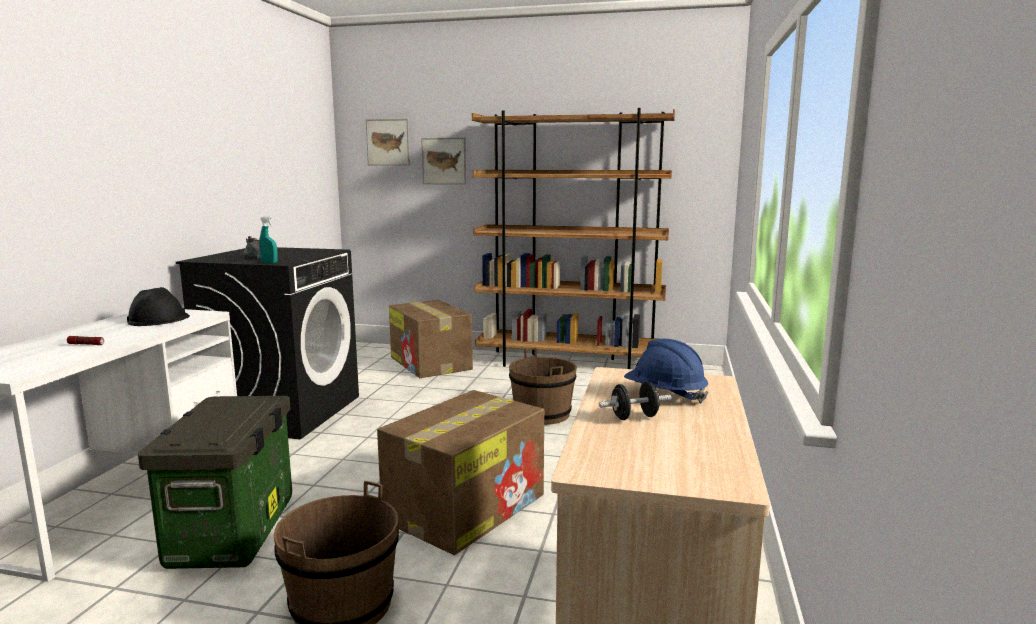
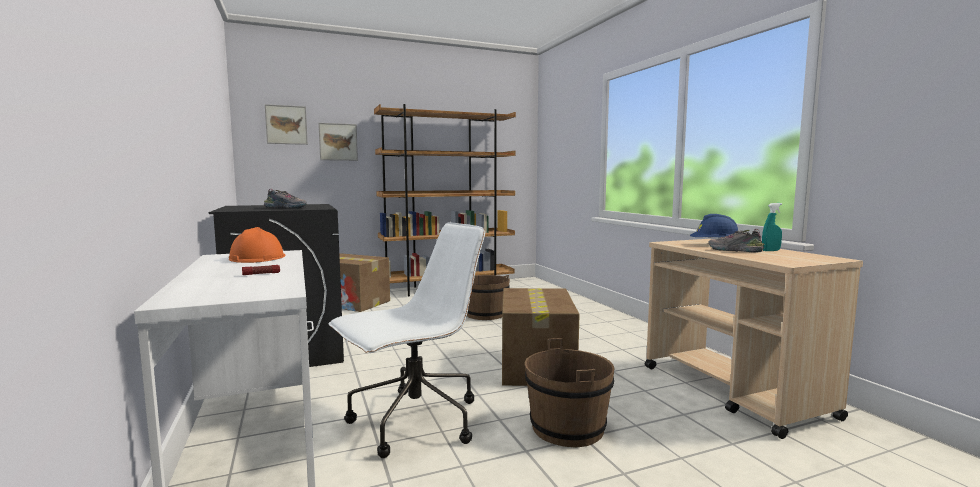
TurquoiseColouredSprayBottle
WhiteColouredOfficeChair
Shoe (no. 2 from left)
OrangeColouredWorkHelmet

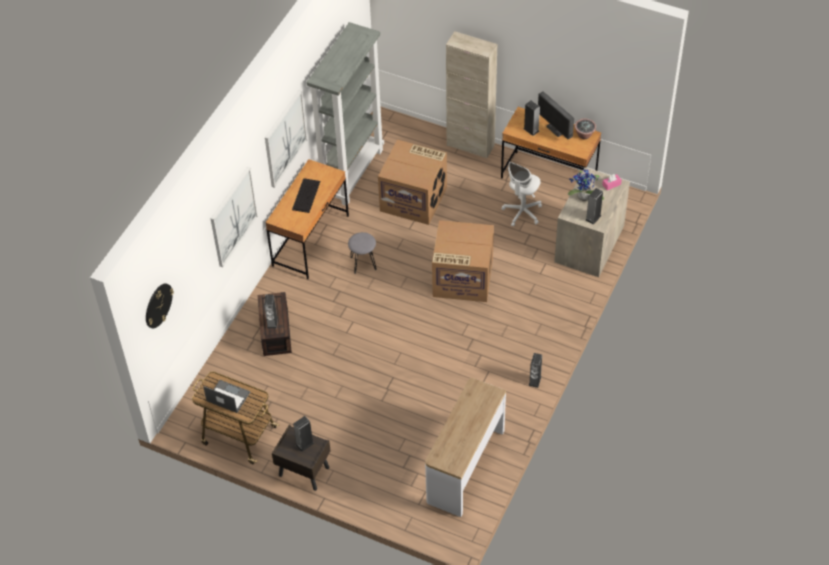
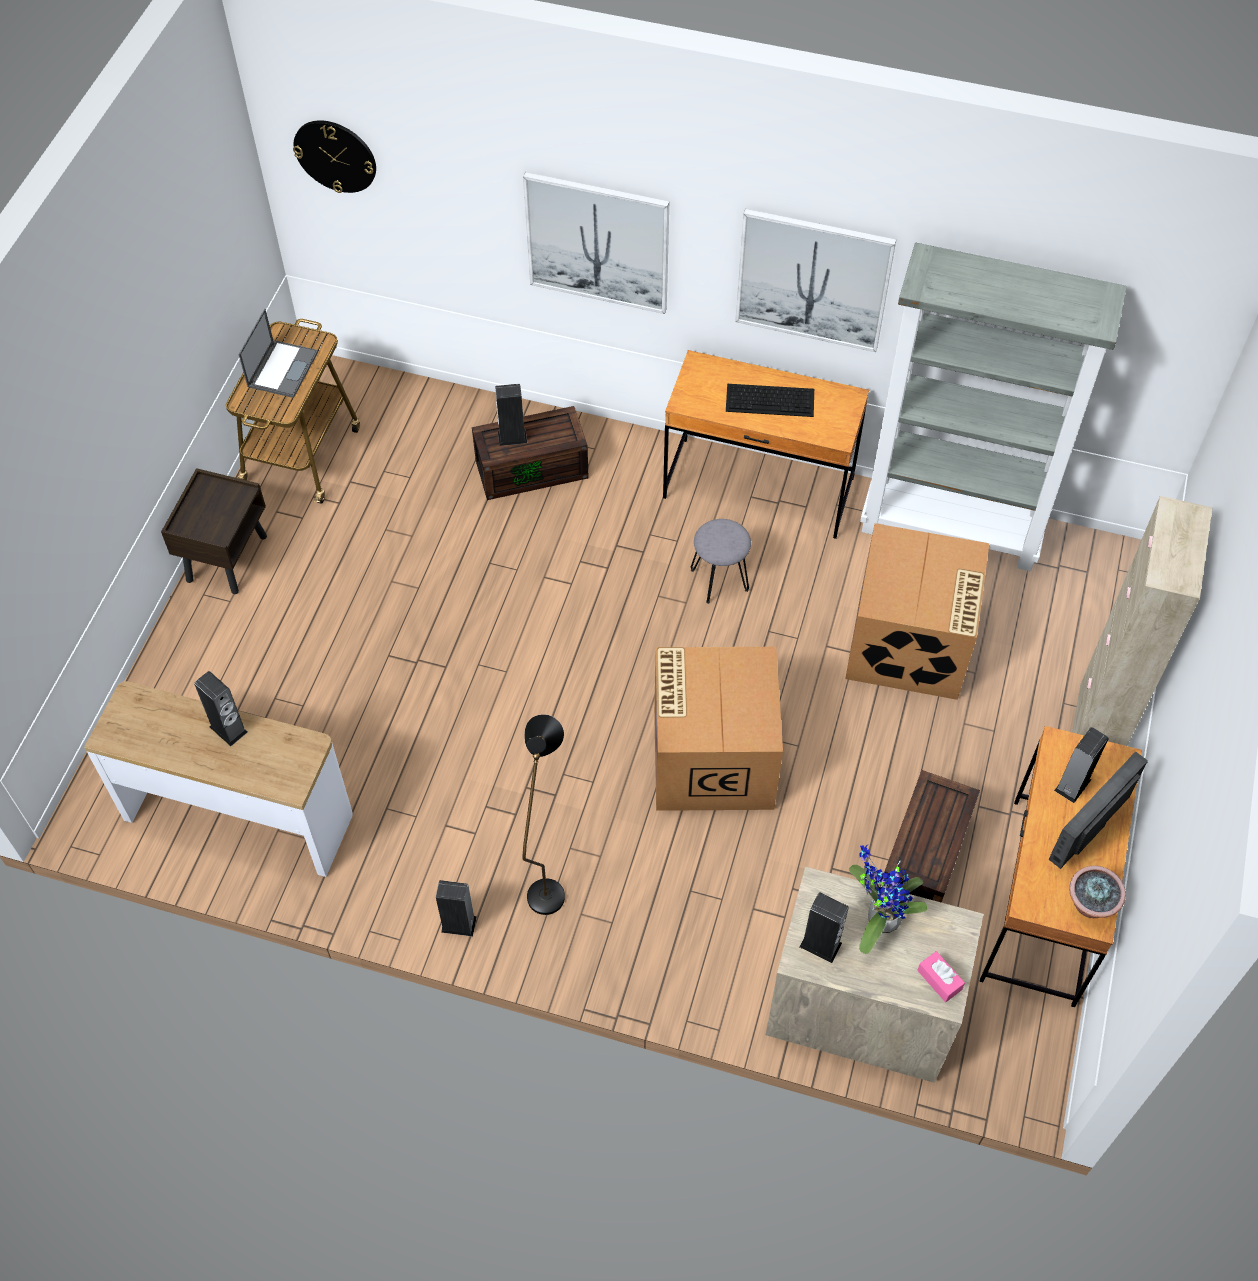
BlackColouredFloorLamp
Speaker (no. 1 from left)
BrownColouredStorageContainer (no. 2 from left)

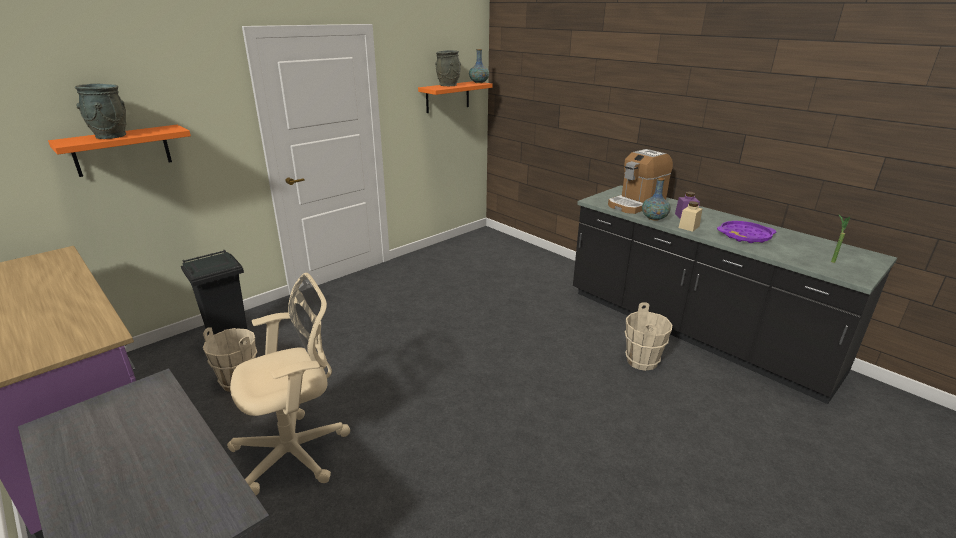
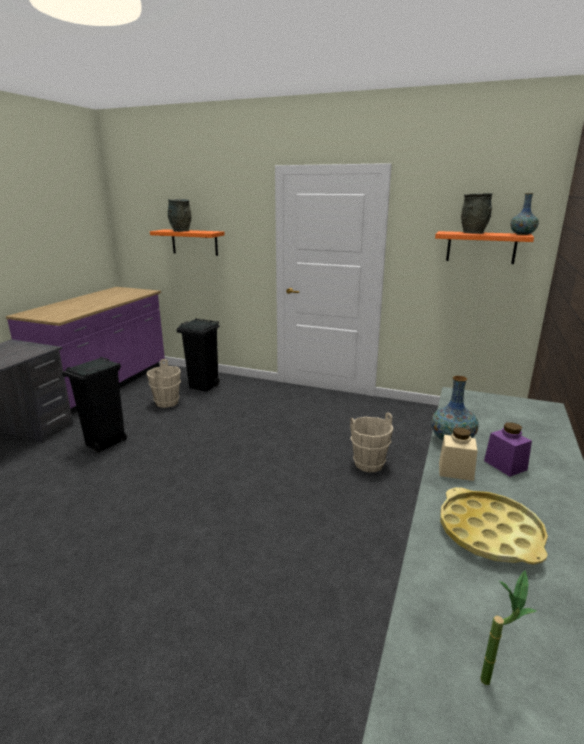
CoffeeMachine
SandColouredBucket (no. 2 from left)
BlackColouredTrashCan (no. 1 from left)
YellowishCarryingTray

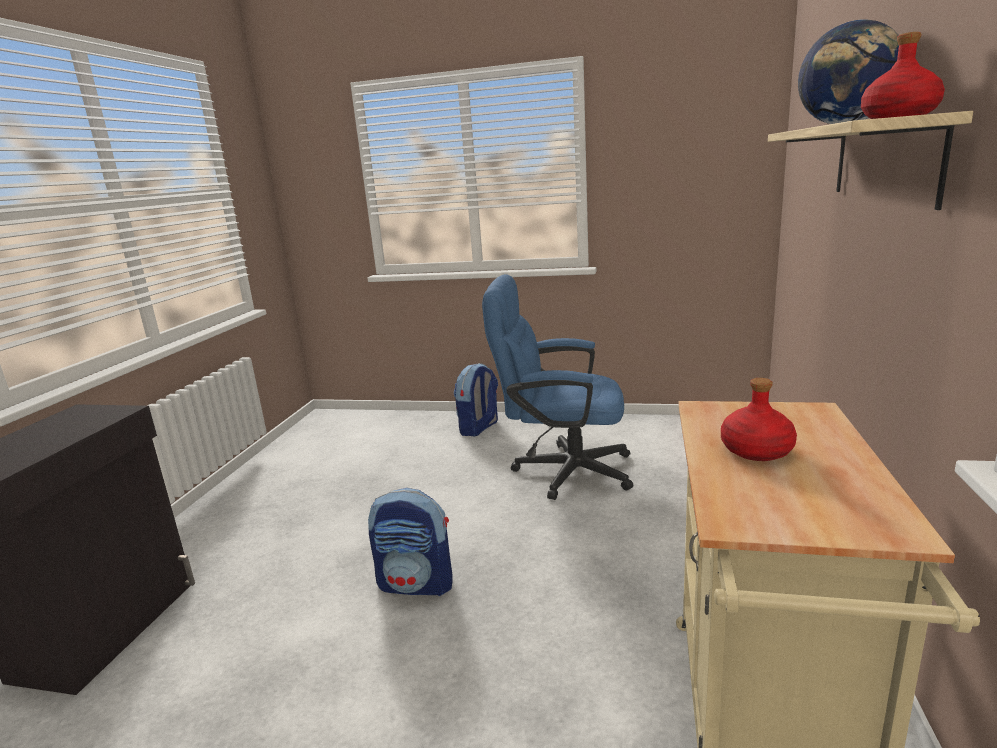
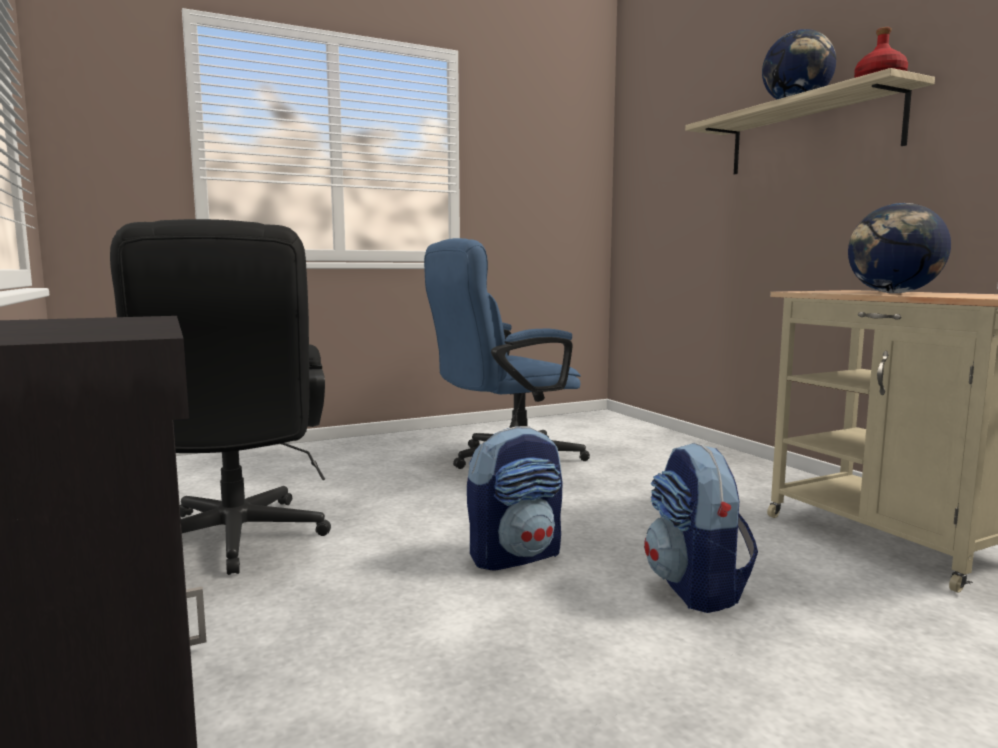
BlackColouredOfficeChair
Rucksack (no. 2 from left)
DeskGlobe (no. 2 from left)

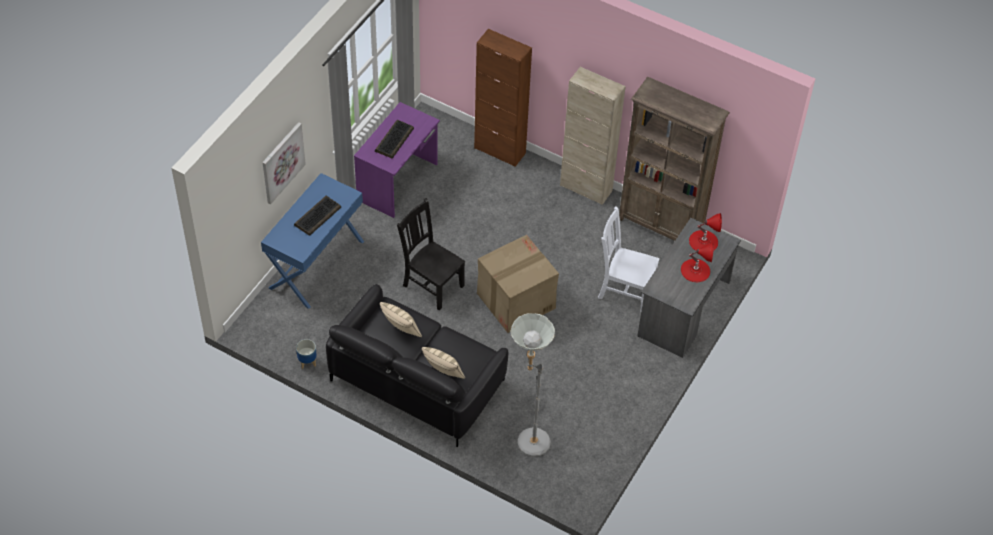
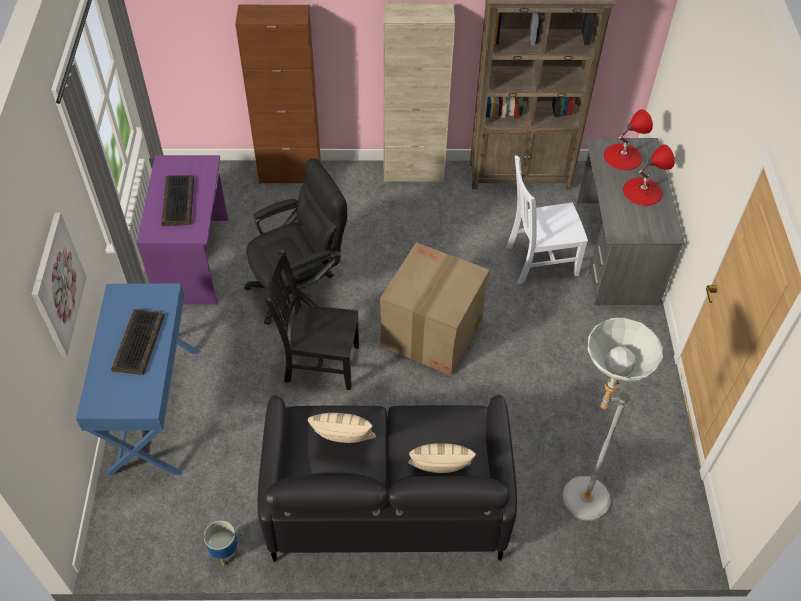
BlackColouredOfficeChair

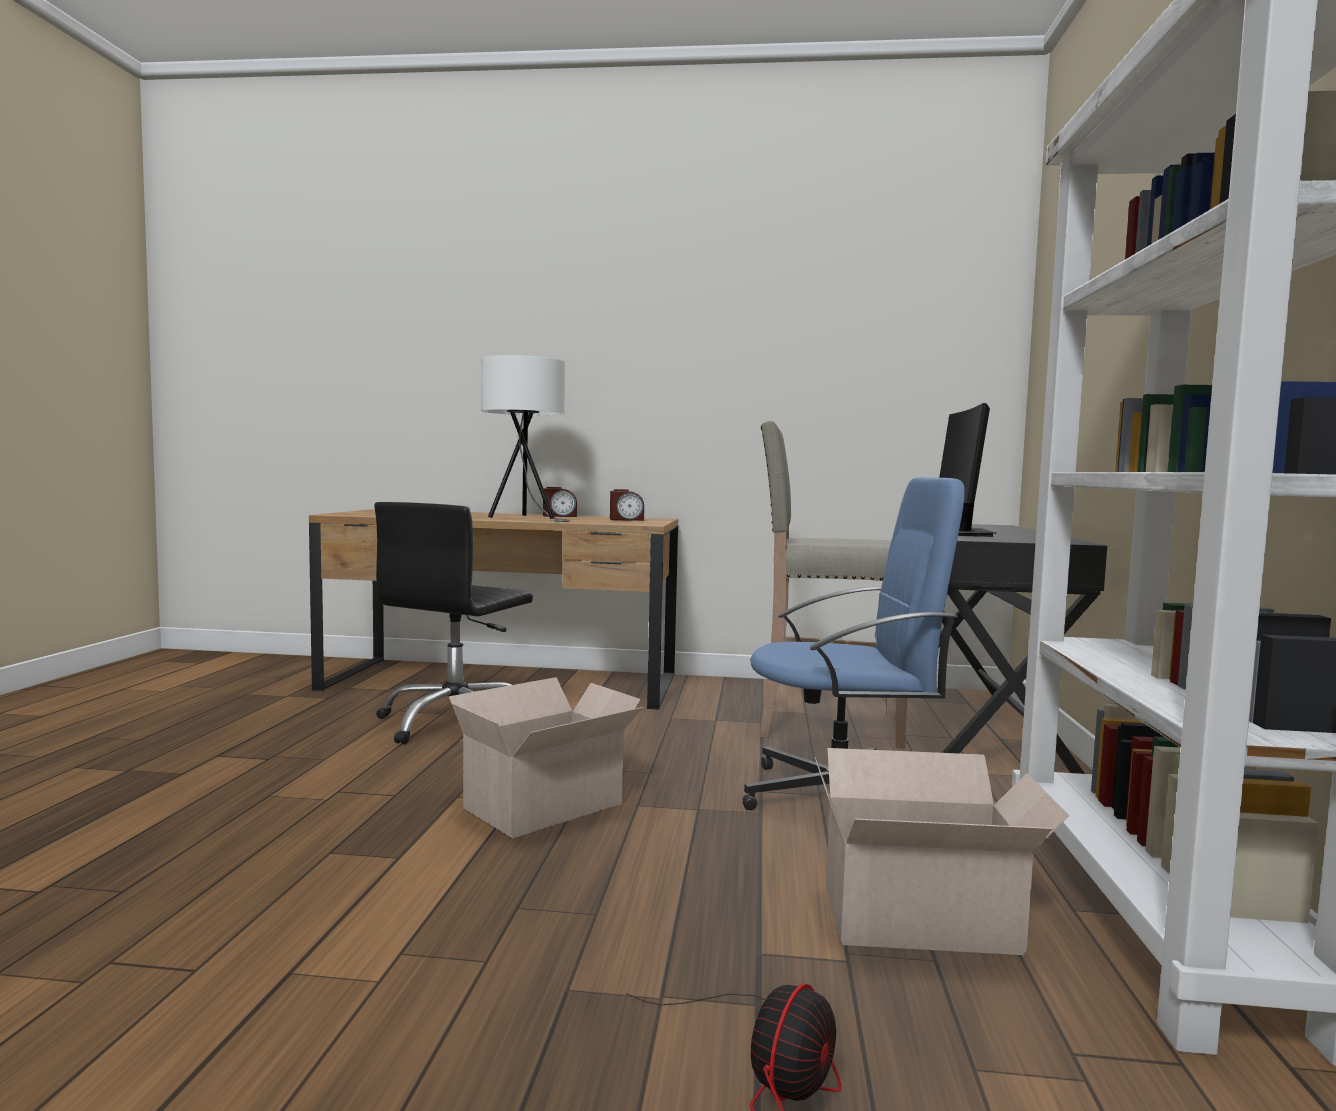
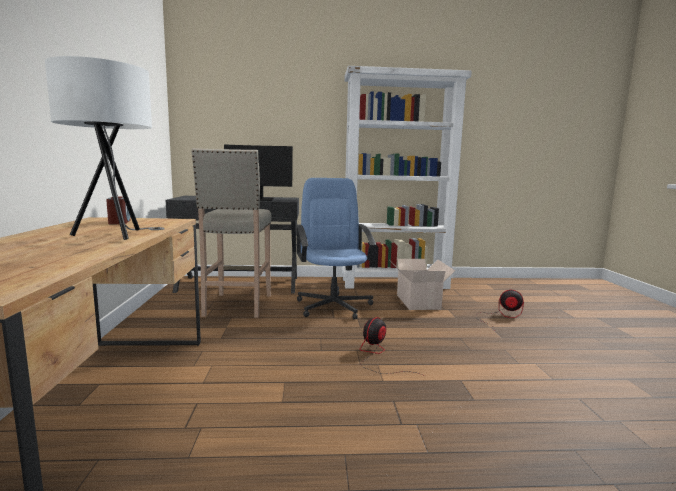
BlackColouredOfficeChair
TableClock (no. 1 from left in the first image)
Fan (no. 1 from left)

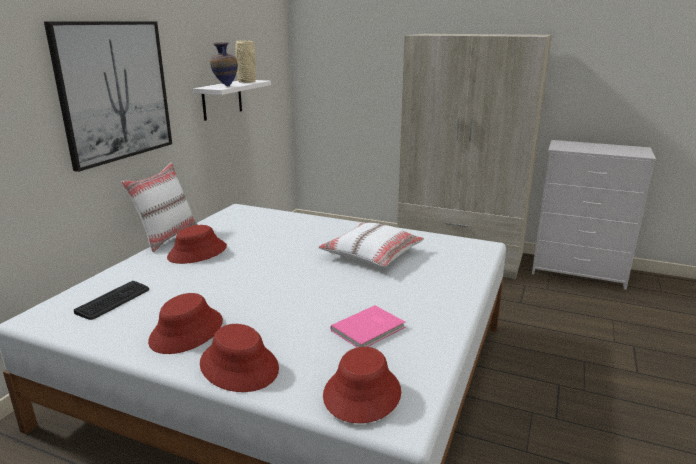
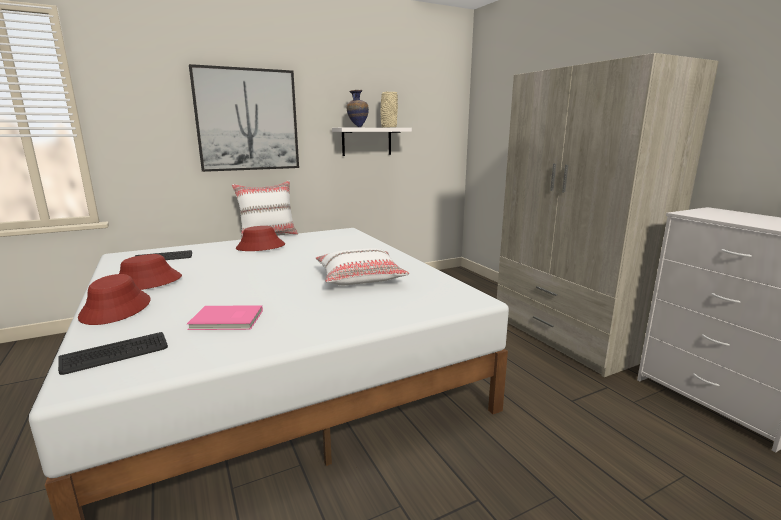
Keyboard (no. 1 from left)

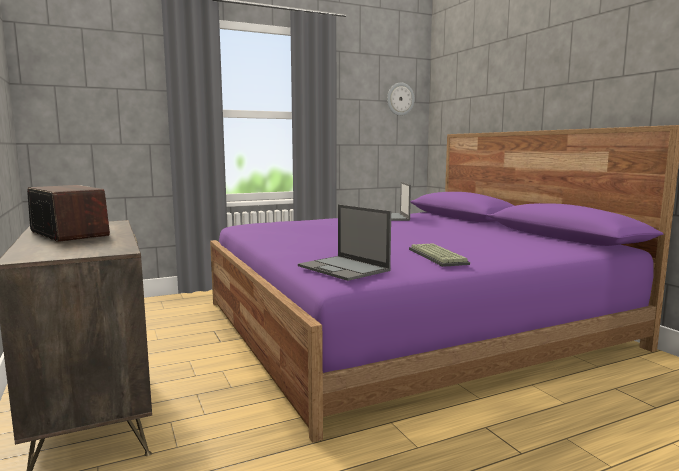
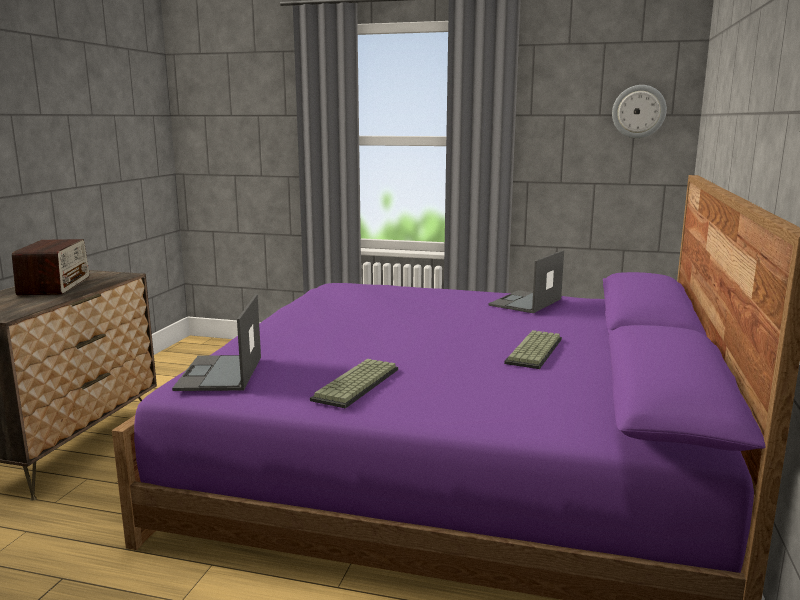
Keyboard (no. 2 from left)

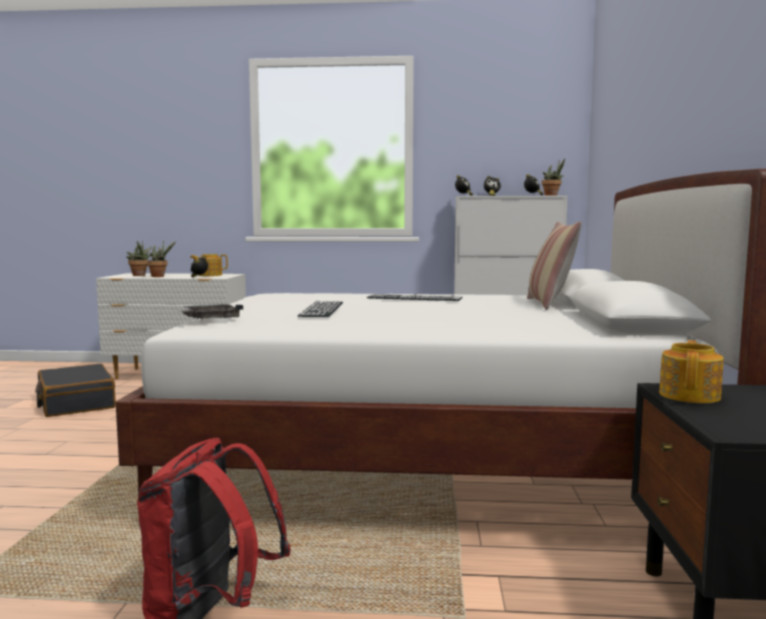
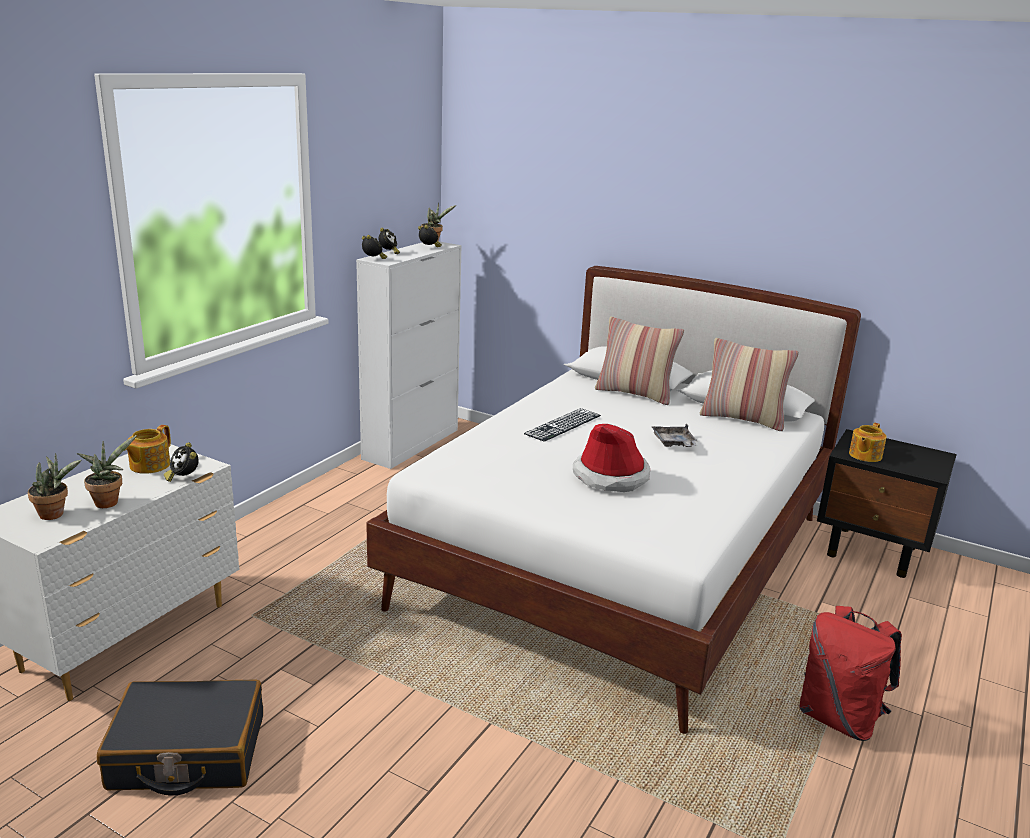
Pillow (no. 2 from left)
GreyCarryingTray
Hat
Teapot (no. 2 from left)

